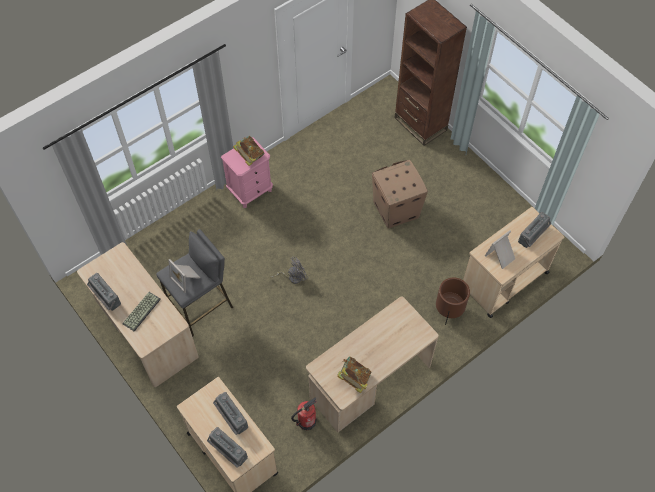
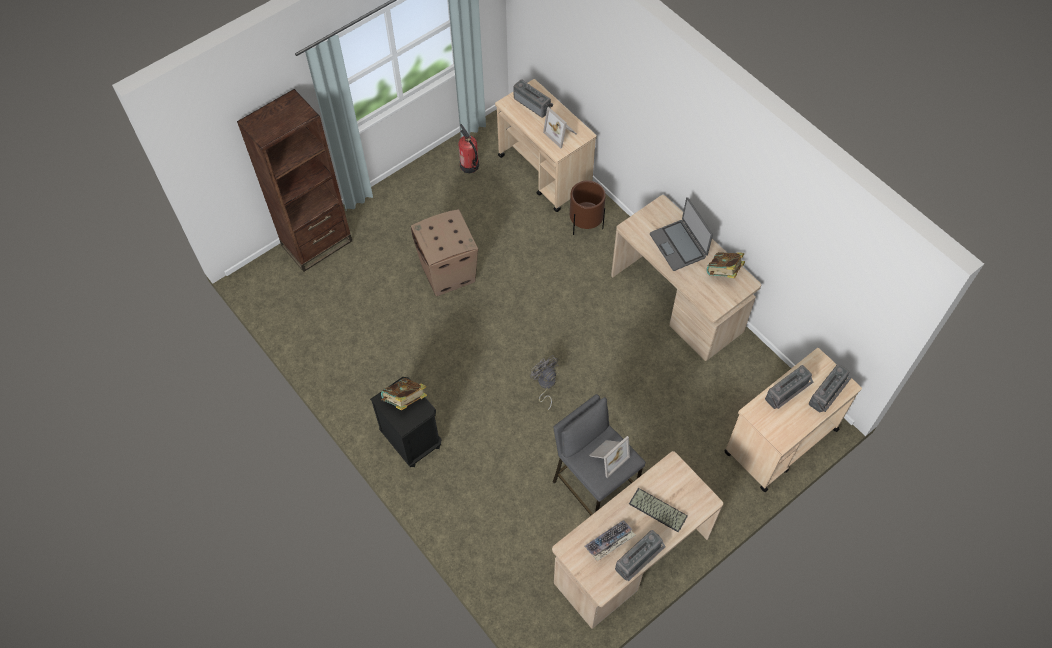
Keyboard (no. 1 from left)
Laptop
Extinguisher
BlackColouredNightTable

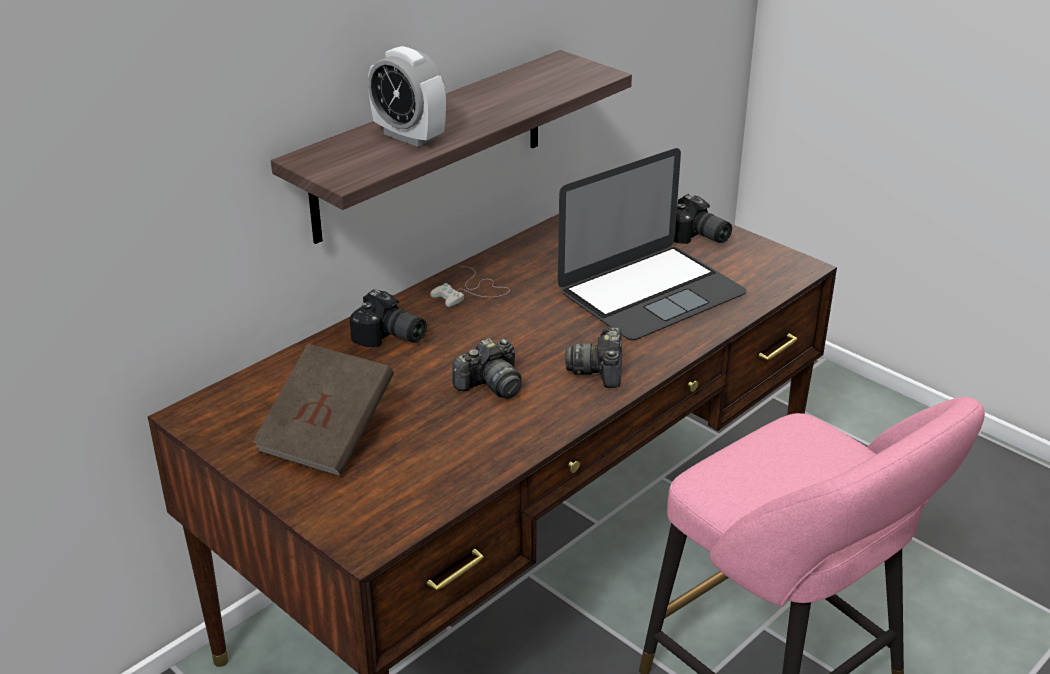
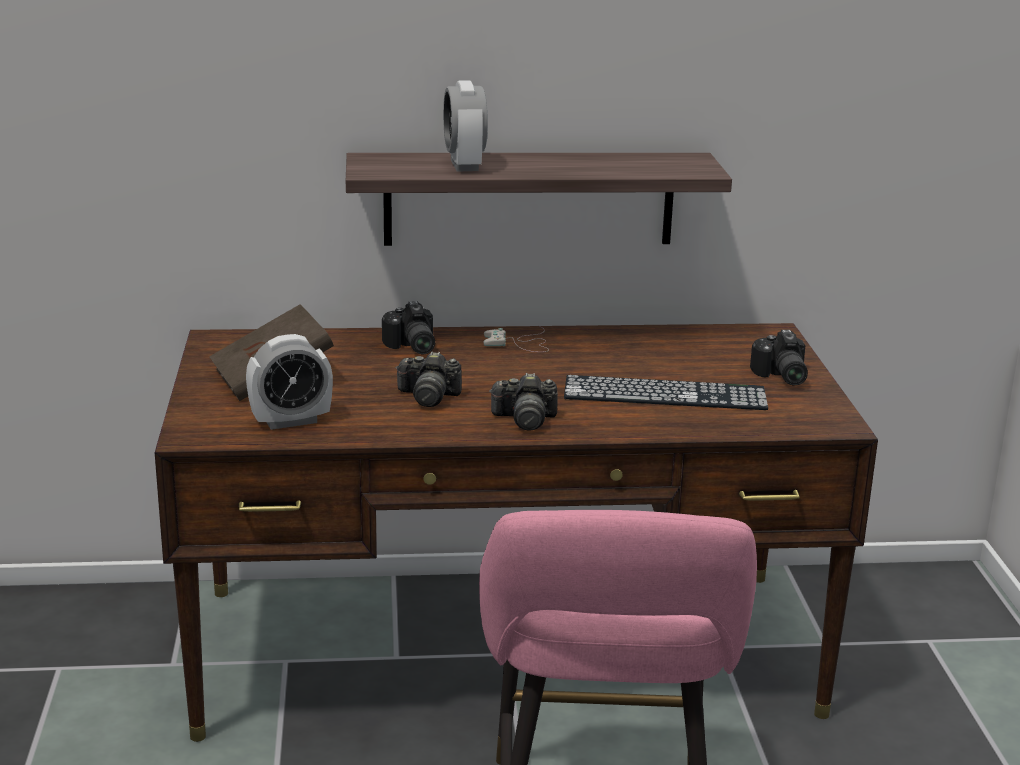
TableClock (no. 1 from left)
Keyboard
PhotoCamera (no. 3 from left)

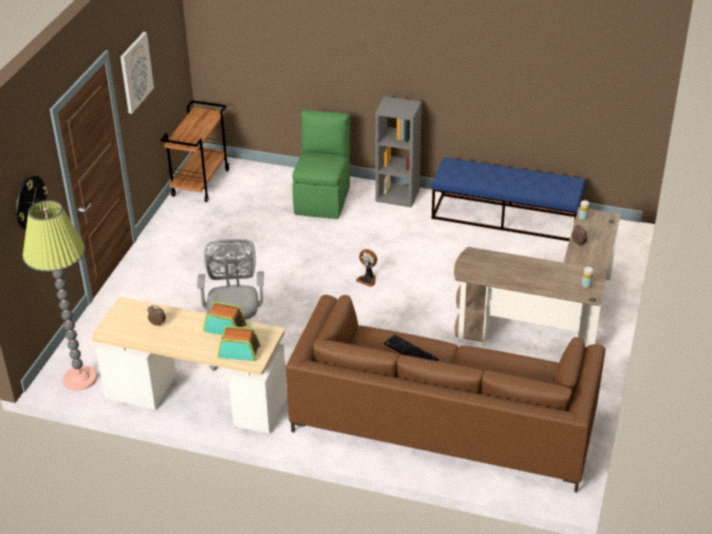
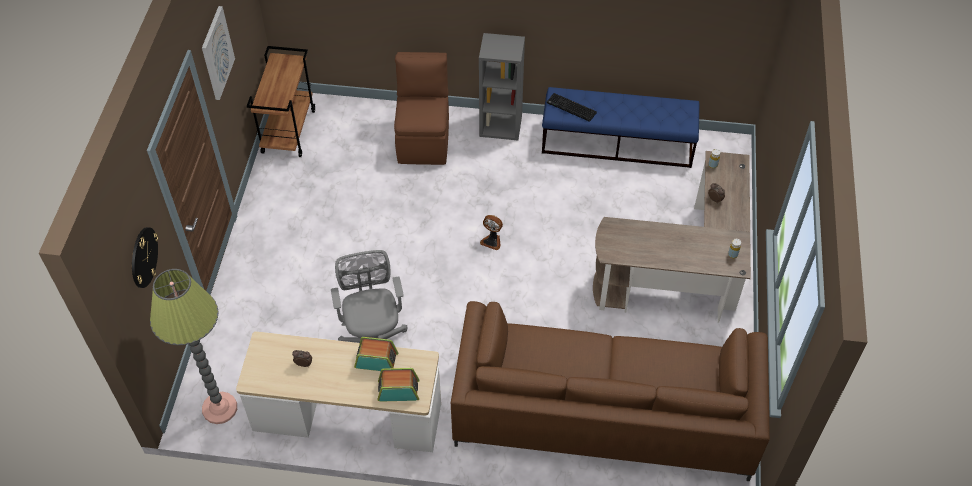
Keyboard
BrownColouredUprightChair

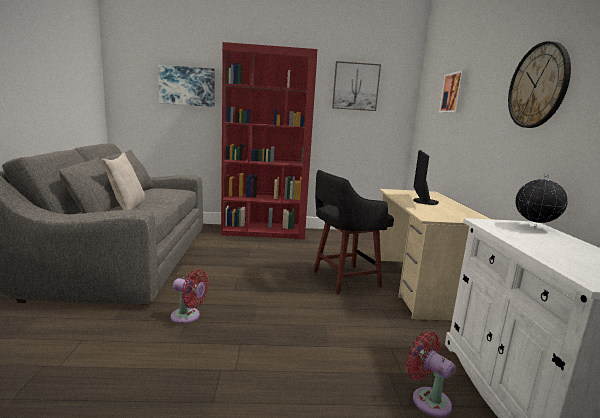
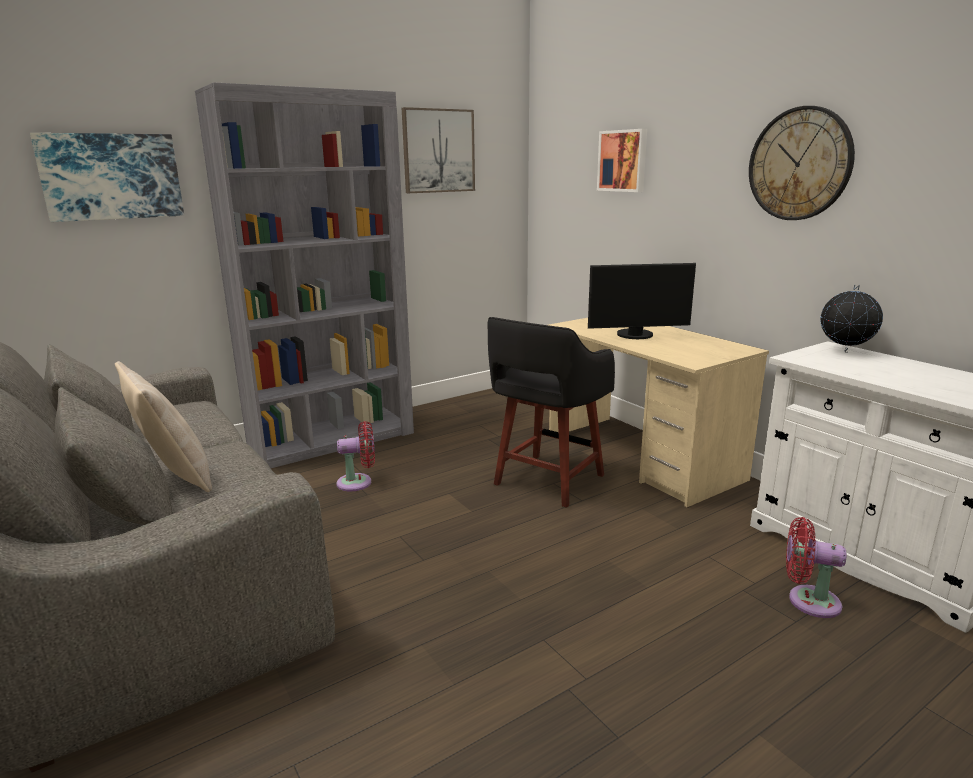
ReddishFan (no. 1 from left)
GreyShelvingUnit
ComputerScreen

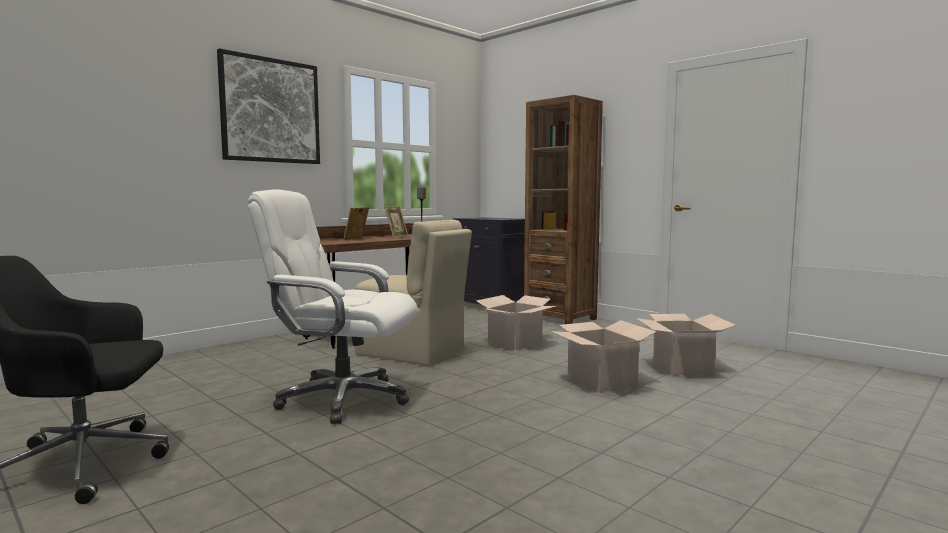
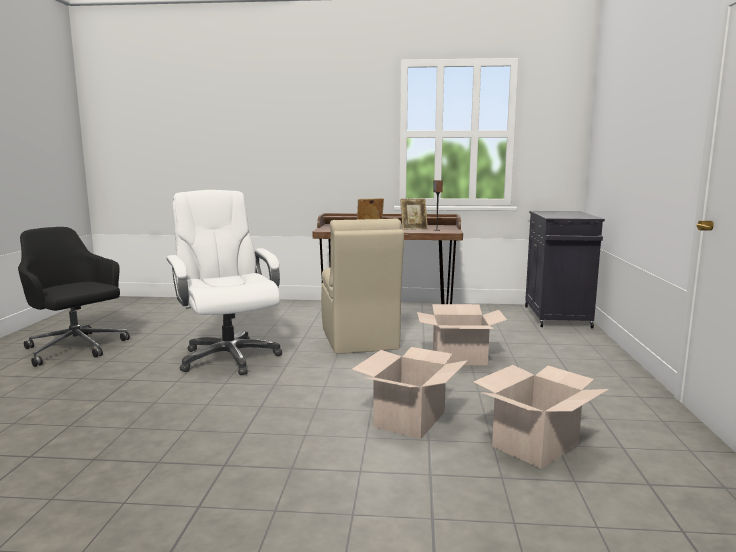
WallArt
BrownColouredShelvingUnit

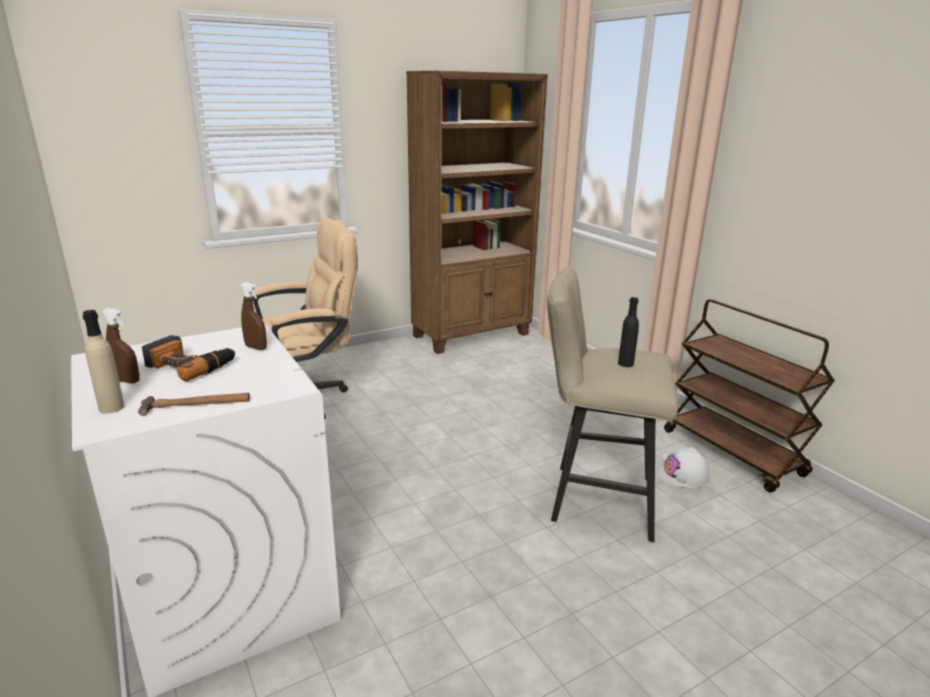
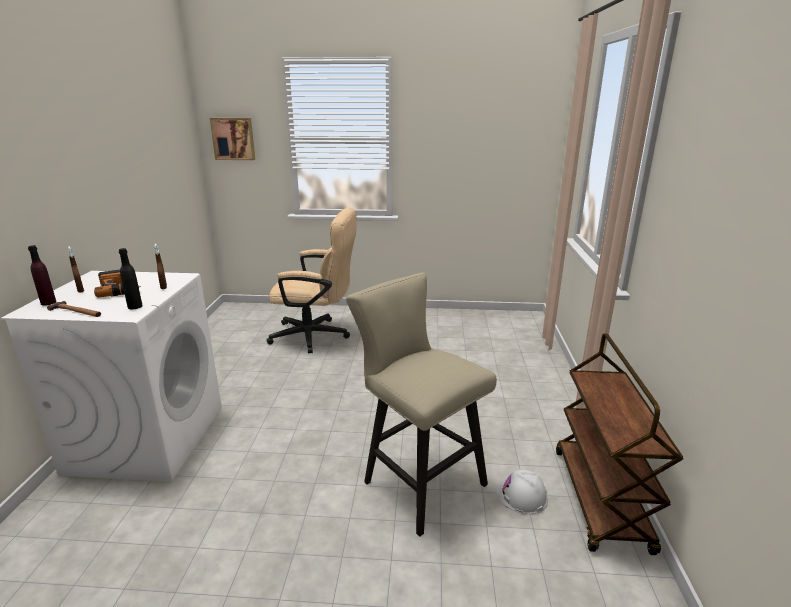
BrownColouredShelvingUnit
WallArt
BlackColouredBeverageBottle
PurpleColouredBeverageBottle

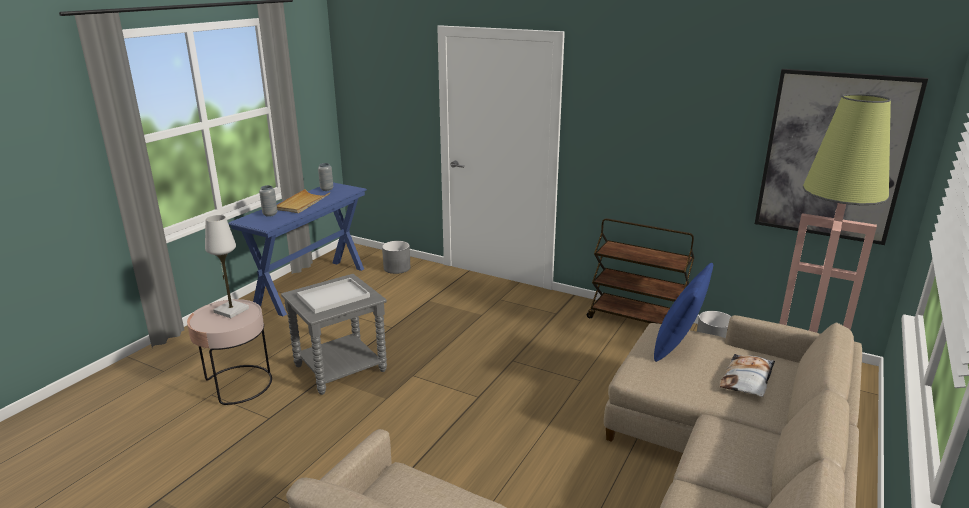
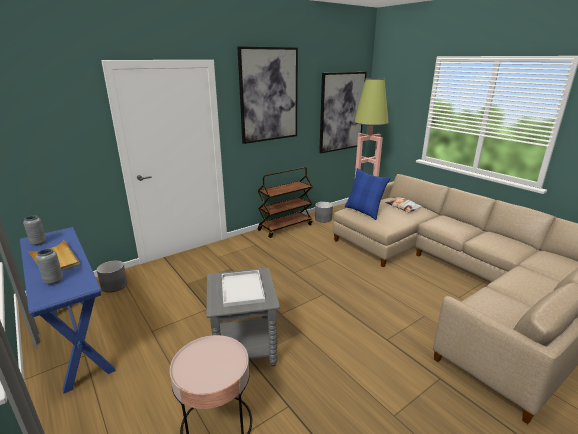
WhiteColouredLampForATable
WallArt (no. 1 from left)

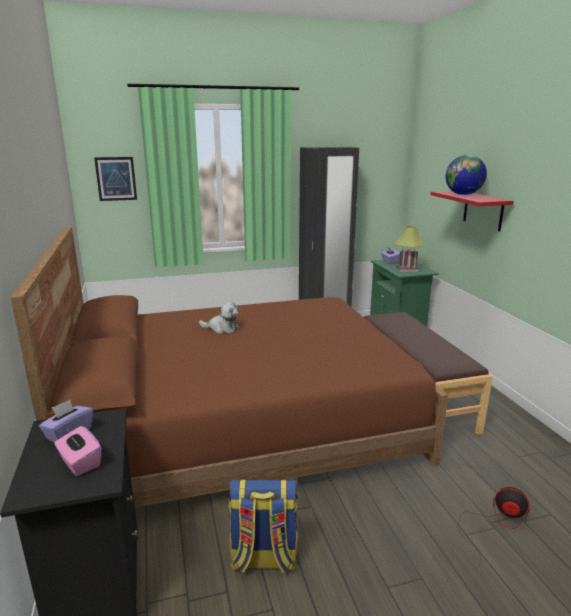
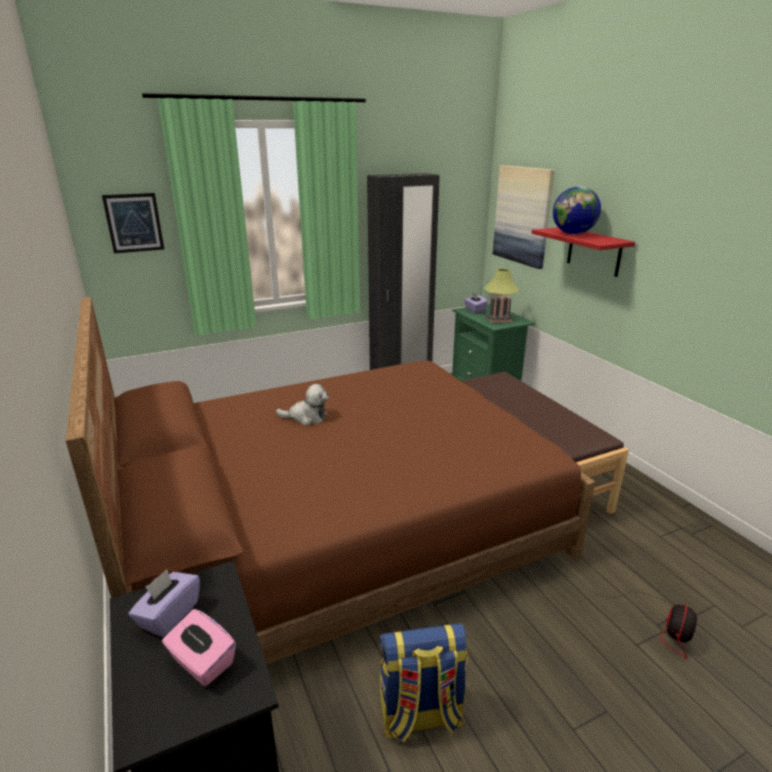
WallArt (no. 2 from left)
Fan

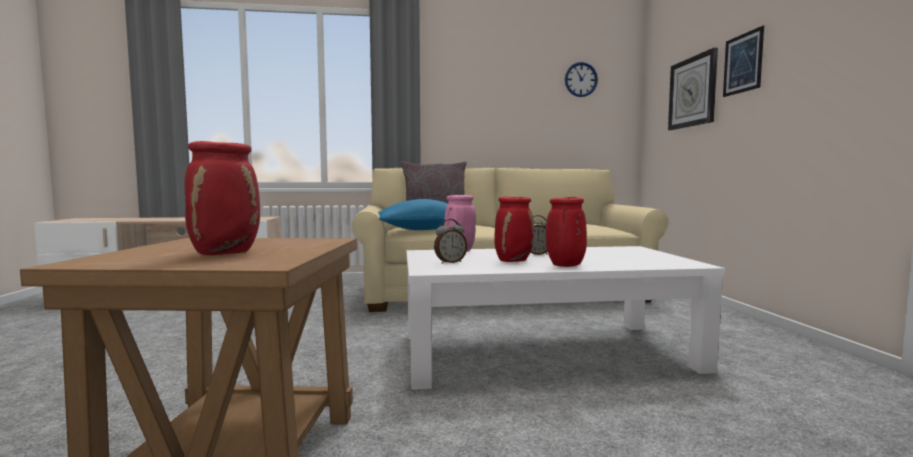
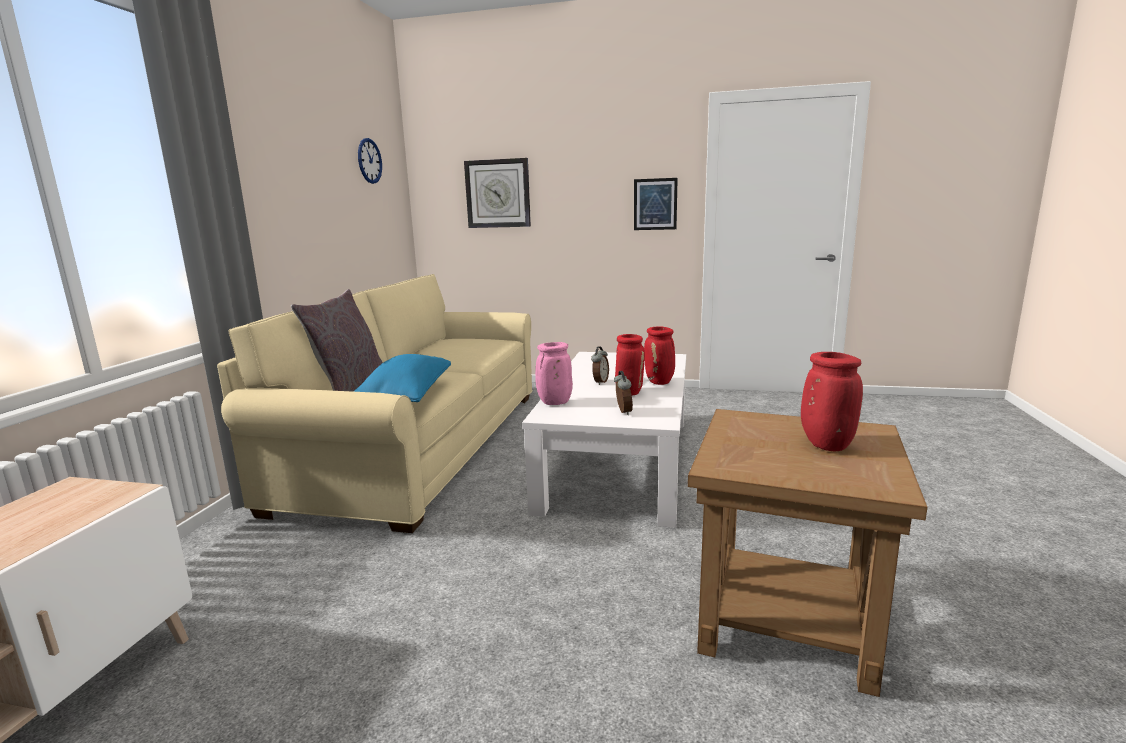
WallArt

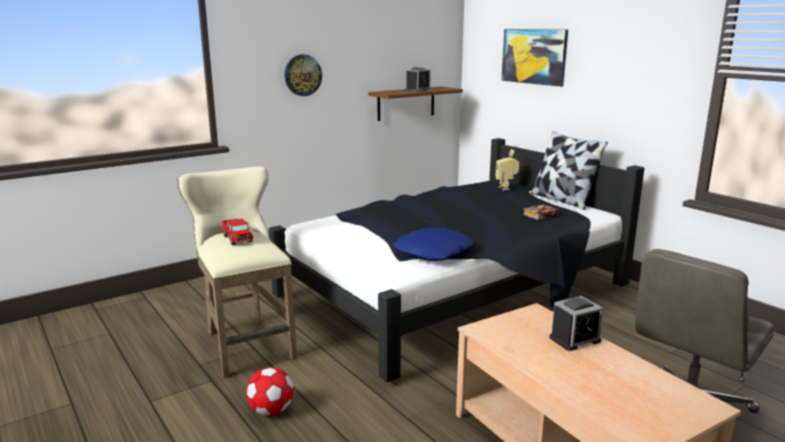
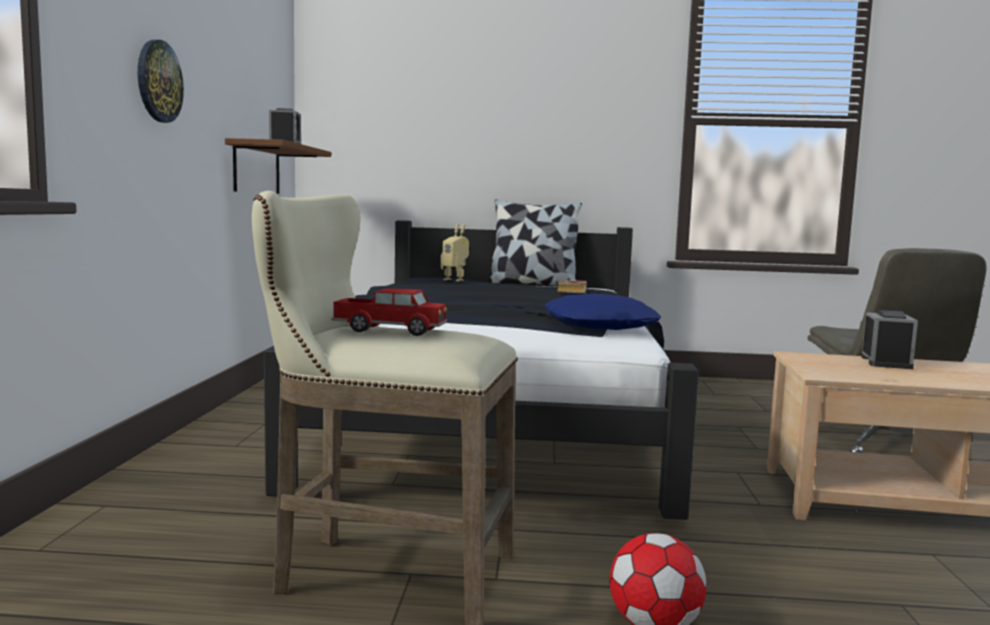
WallArt

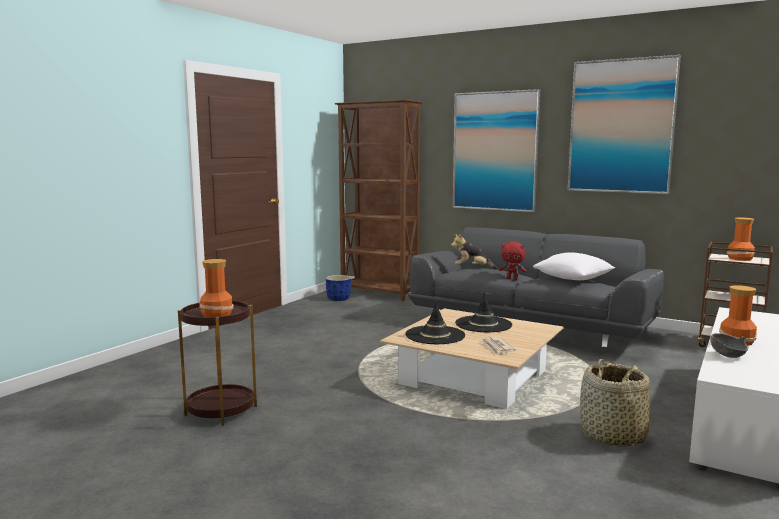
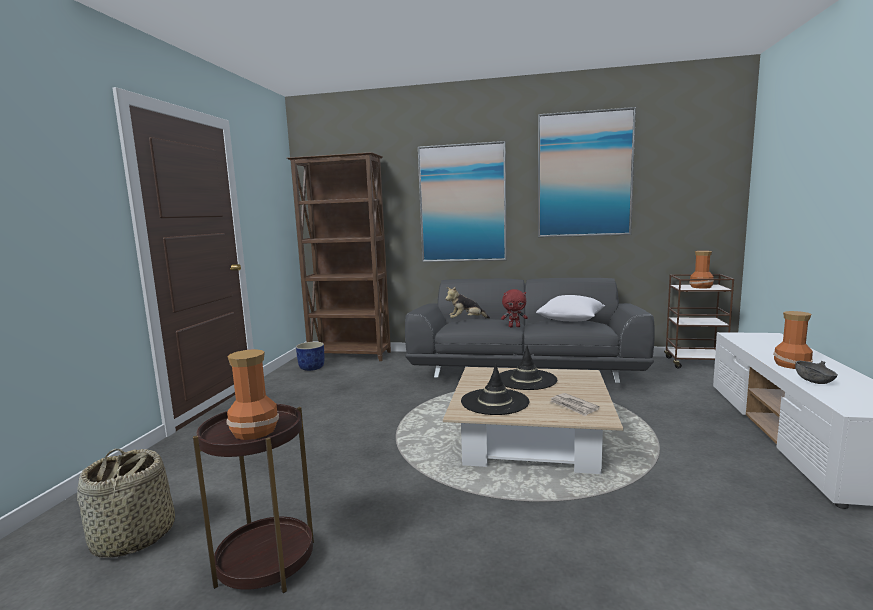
HouseholdBasket

